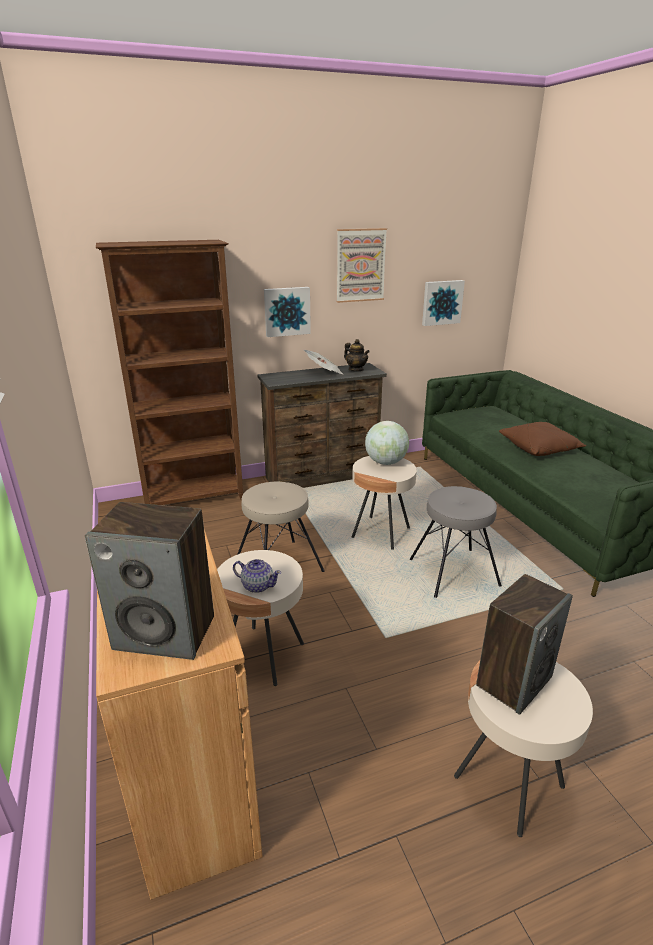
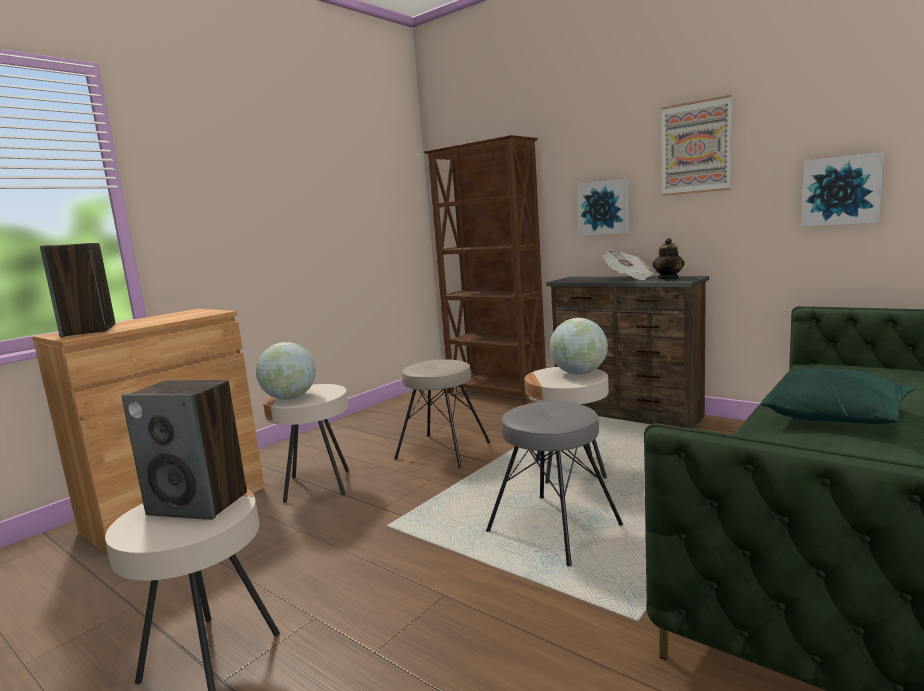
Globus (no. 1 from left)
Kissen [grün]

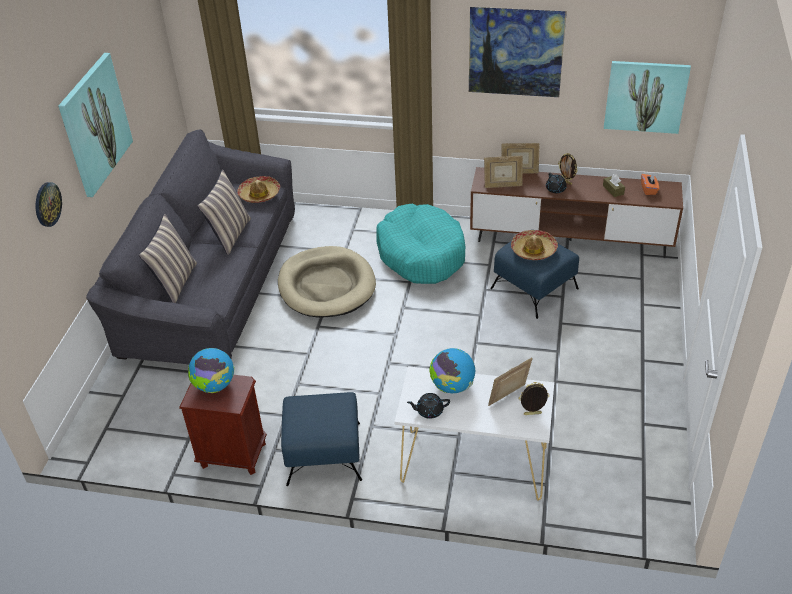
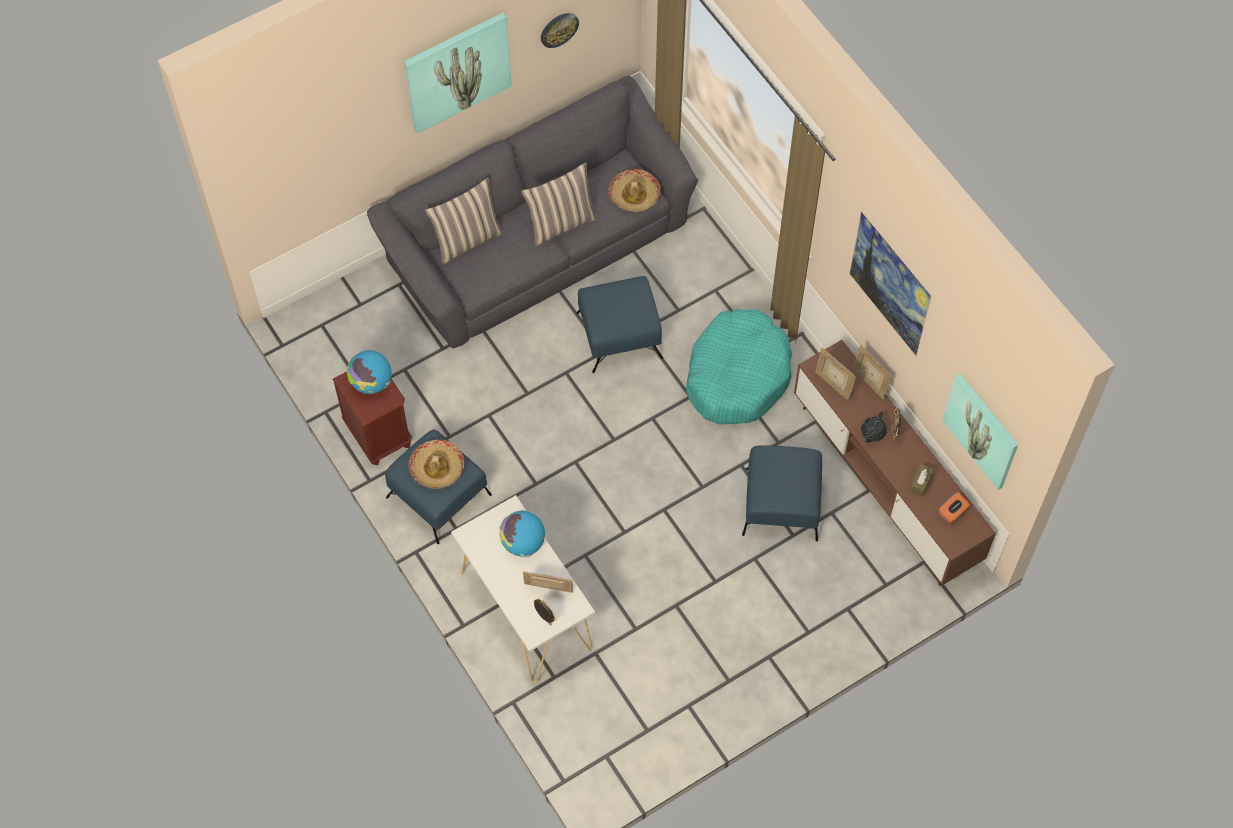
Wanduhr
Polsterhocker [blau] (no. 2 from left)
Teekanne [schwarz] (no. 1 from left in the first image)
Hut (no. 1 from left)

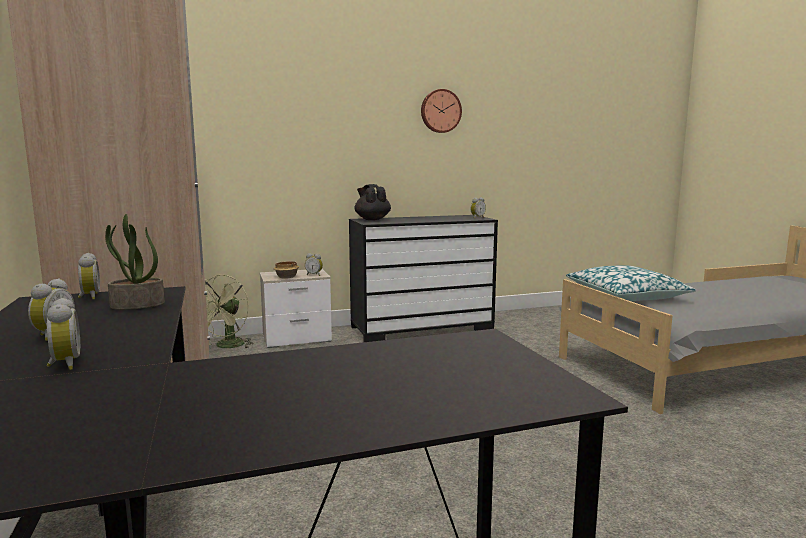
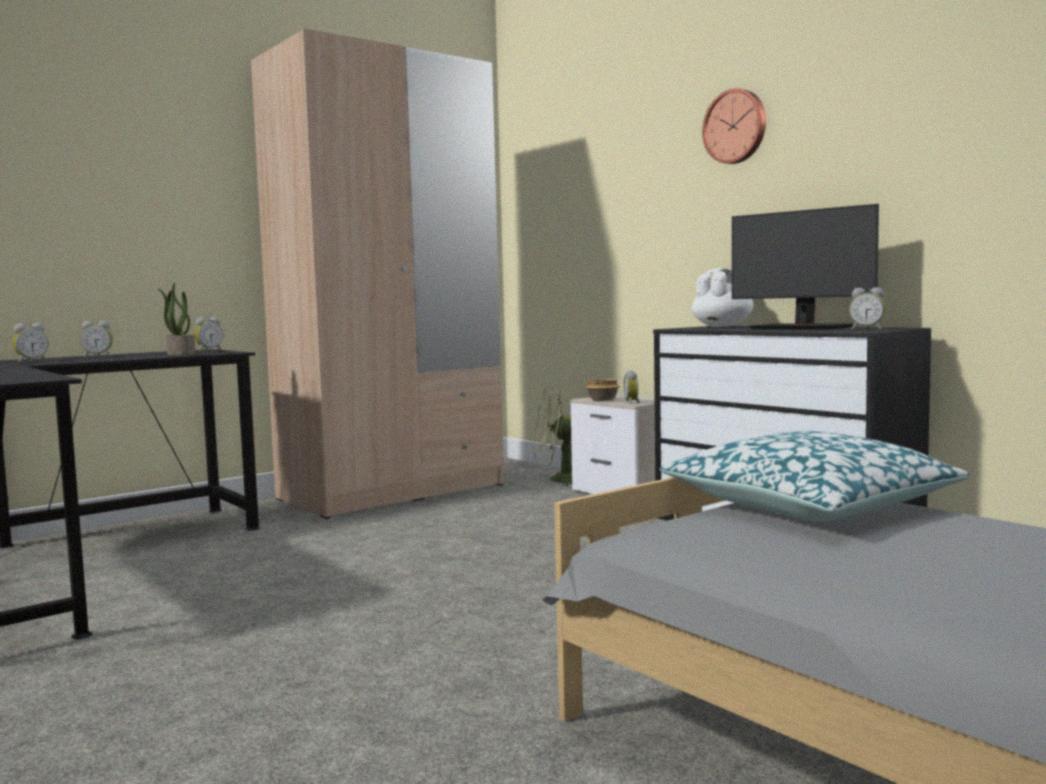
Teekanne [weiß]
Wanduhr
Monitor

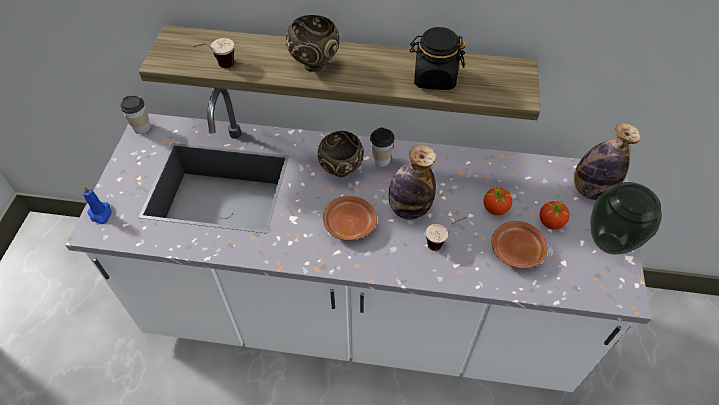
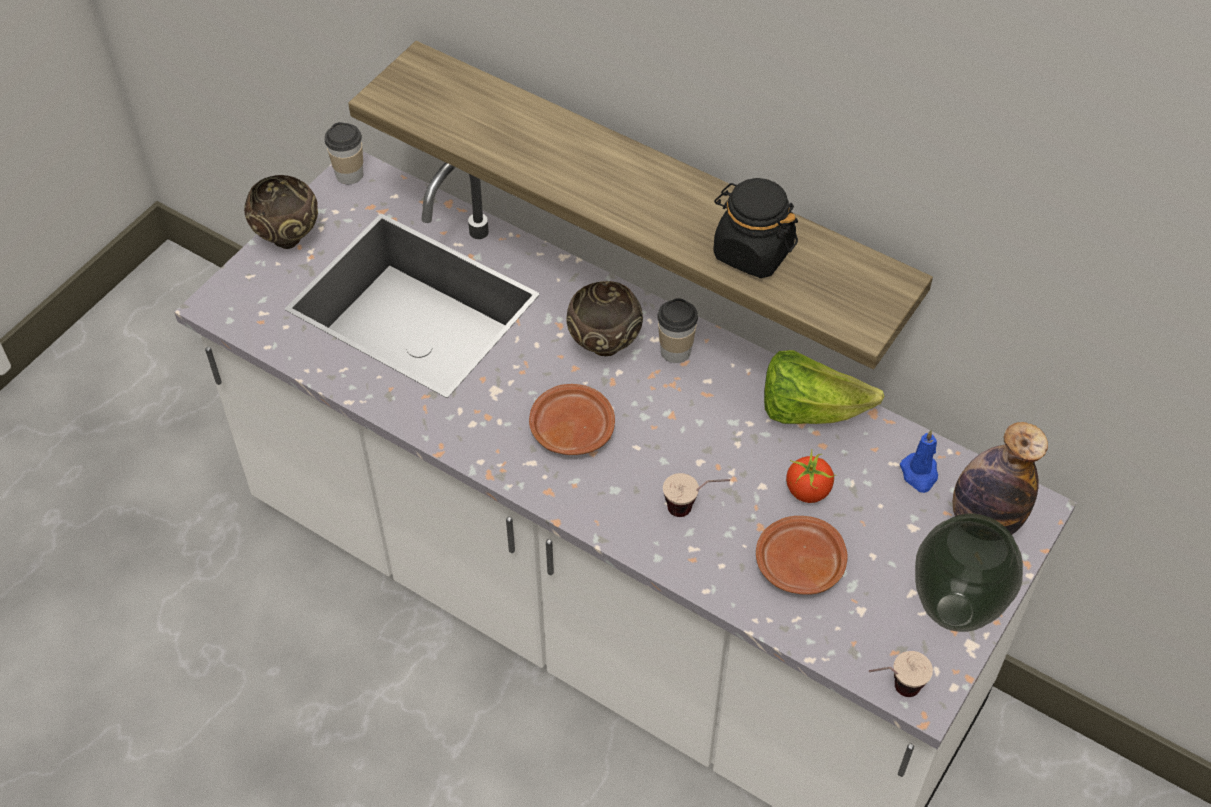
Kerze [blau]
Tasse (no. 4 from left)
Schüssel [braun] (no. 1 from left)
Flasche (no. 1 from left in the first image)
Tomate (no. 2 from left in the first image)
Salatkopf

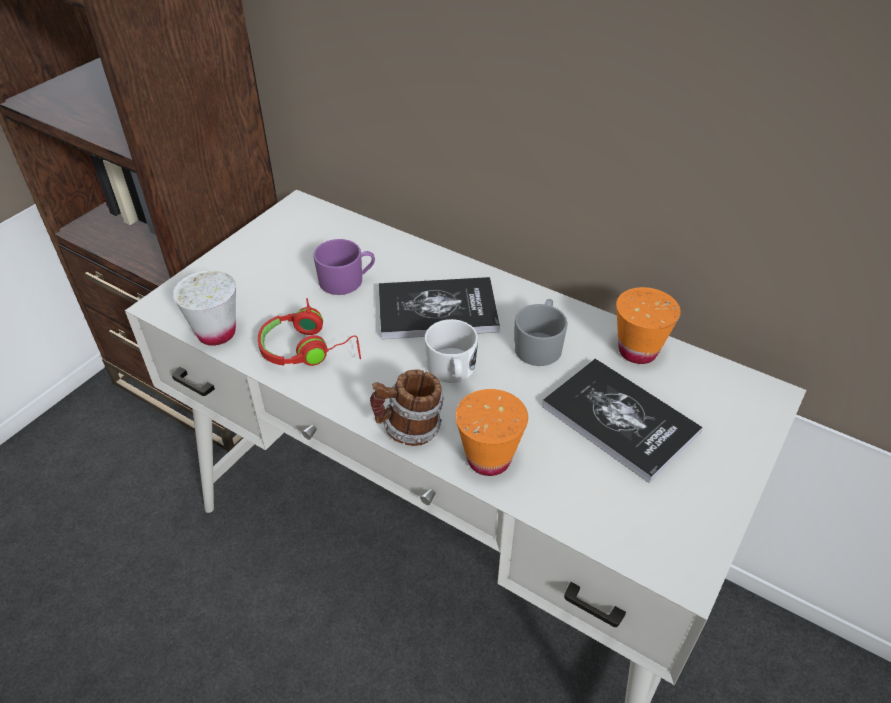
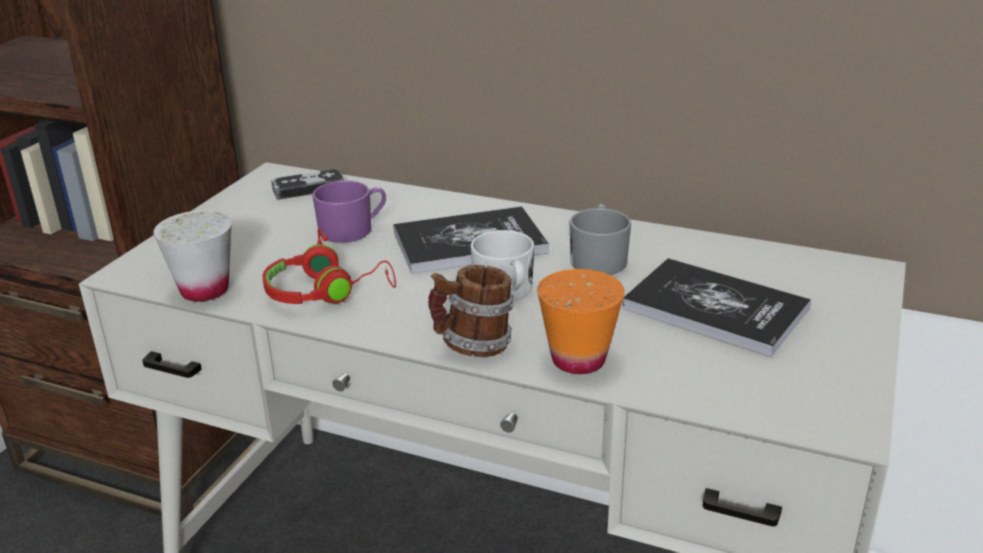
Tasse [orange] (no. 2 from left in the first image)
Gamepad

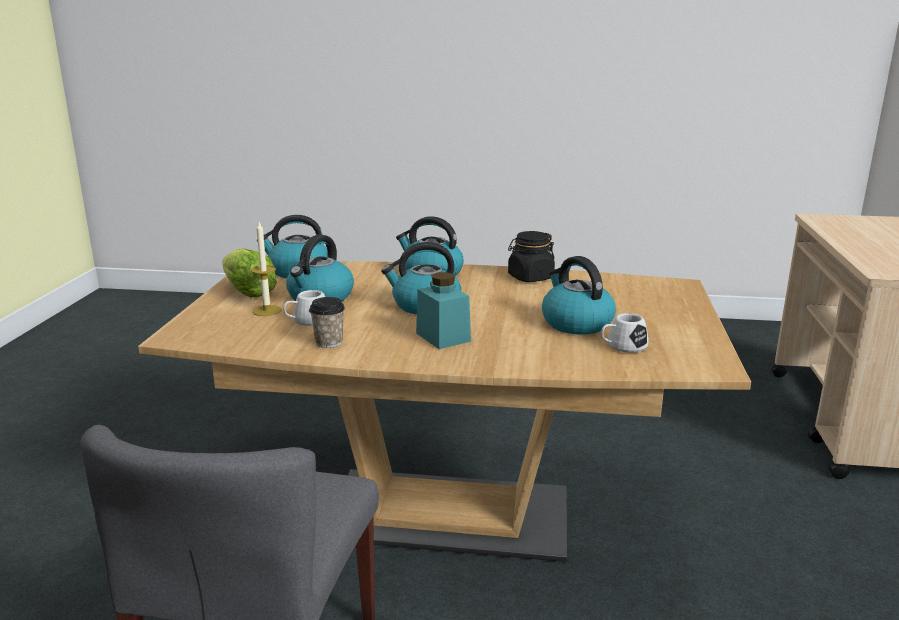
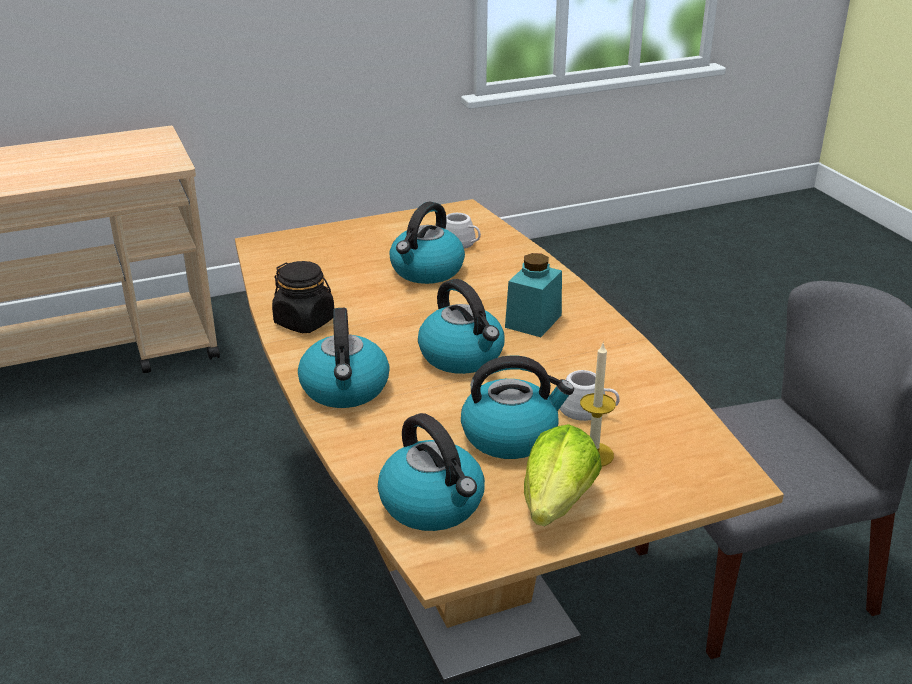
Tasse

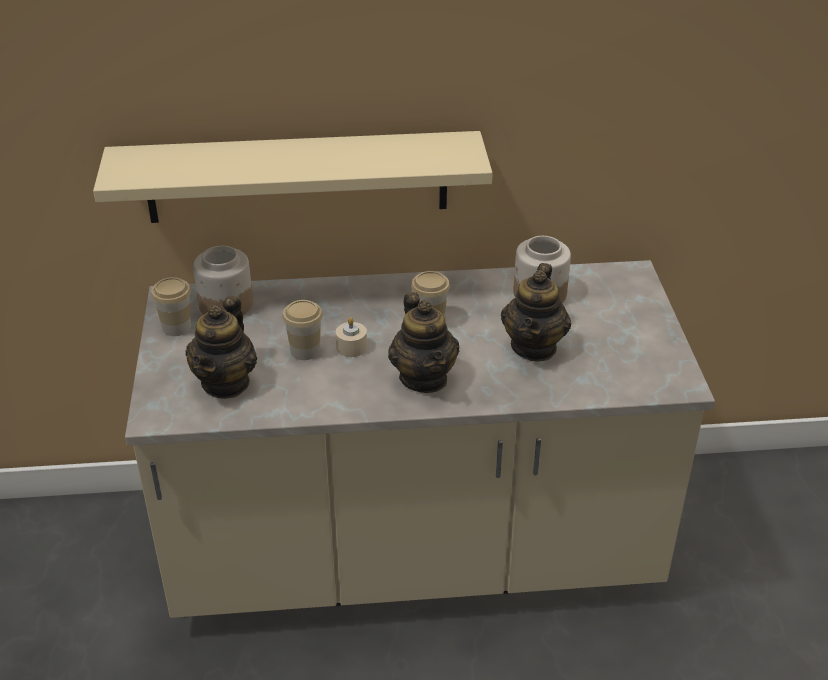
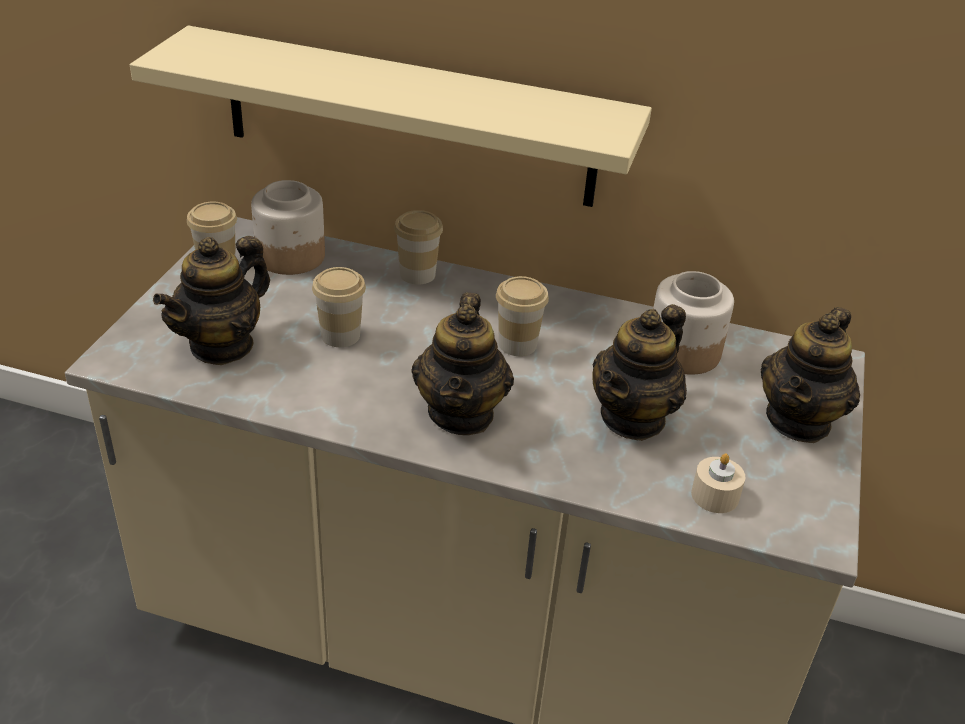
Kerze [beige]
Tasse (no. 3 from left)
Teekanne (no. 4 from left)

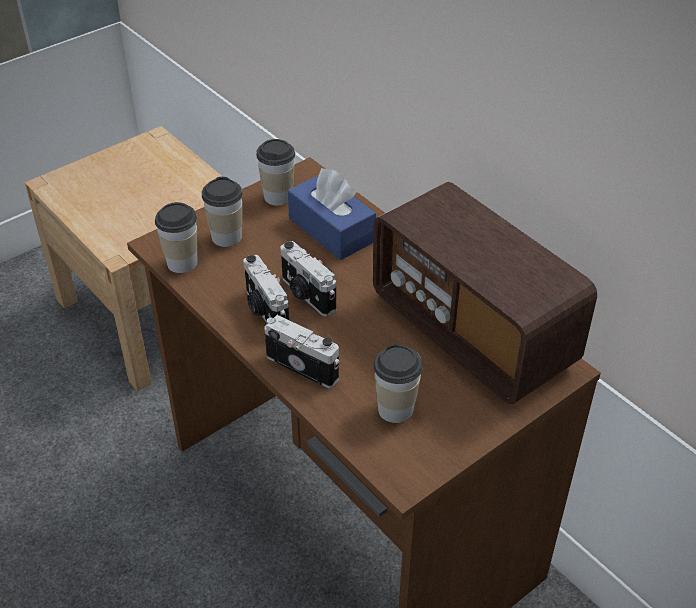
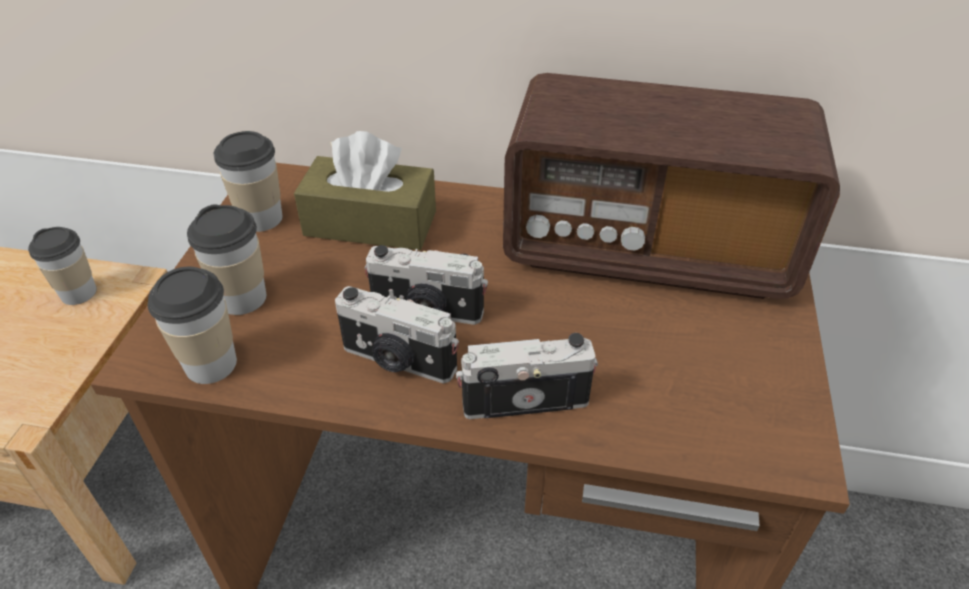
Taschentuchbox [braun]
Tasse (no. 1 from left)

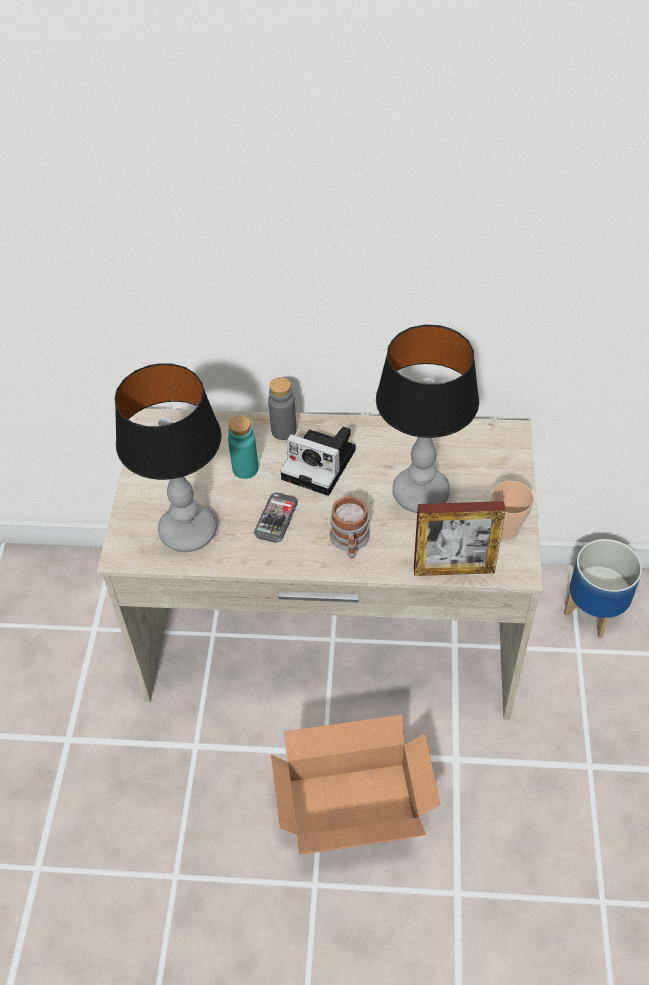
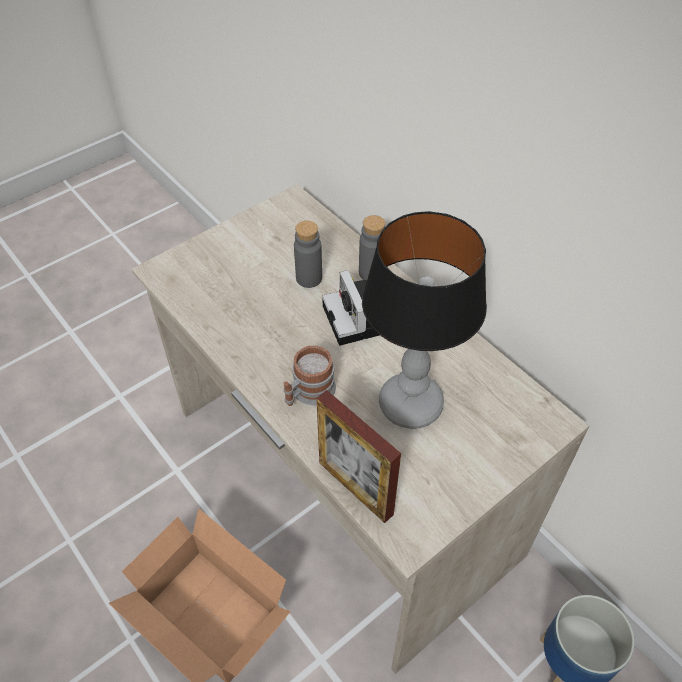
Tischlampe (no. 1 from left in the first image)
Flasche [grau] (no. 1 from left)
Handy
Tasse

